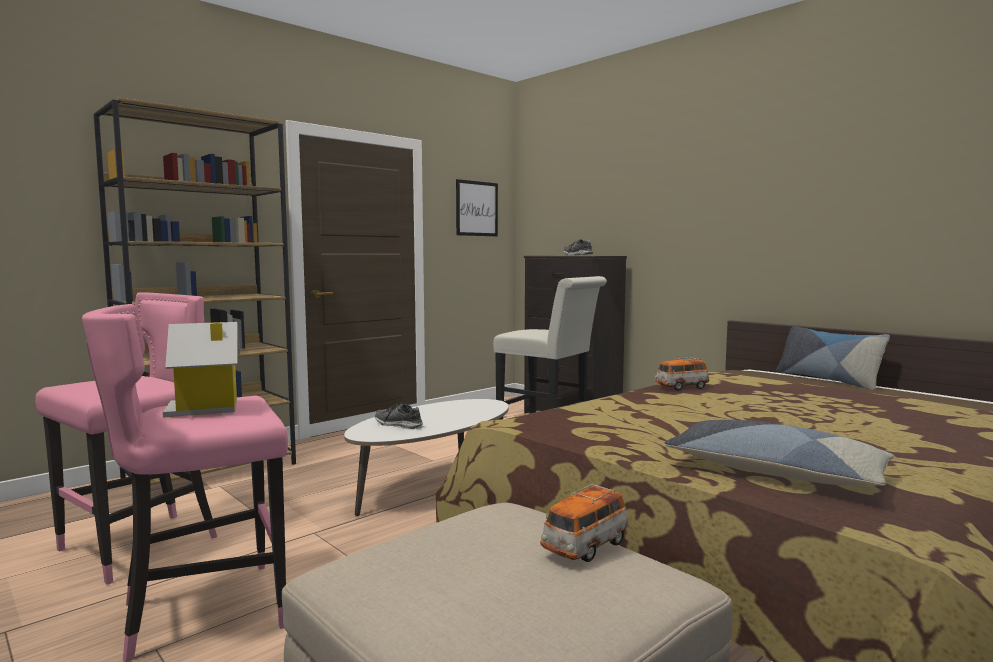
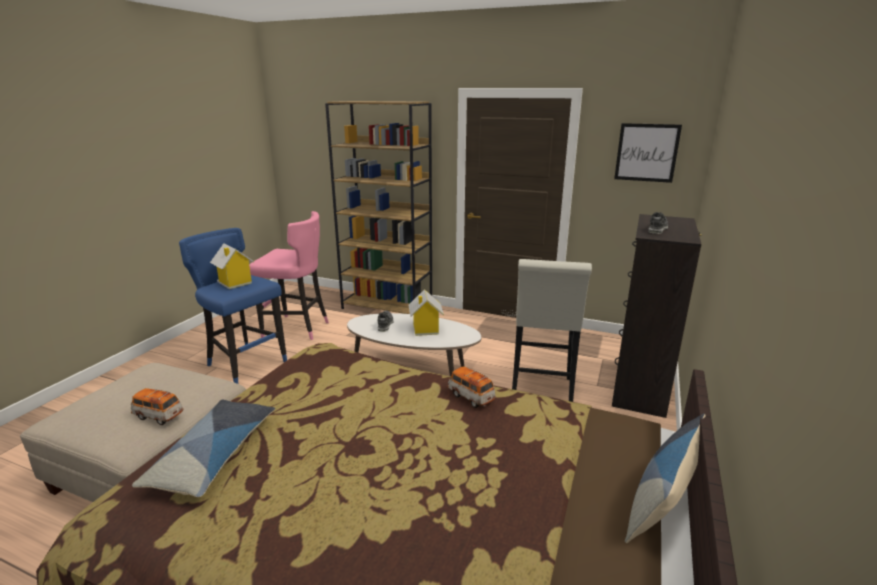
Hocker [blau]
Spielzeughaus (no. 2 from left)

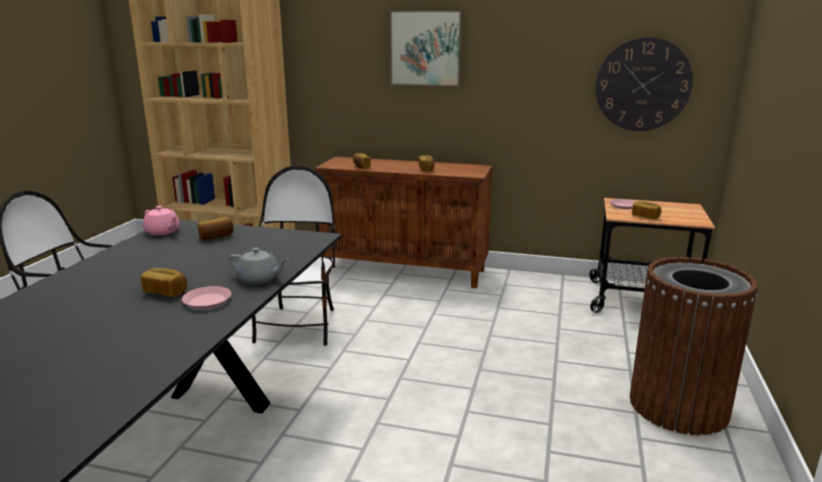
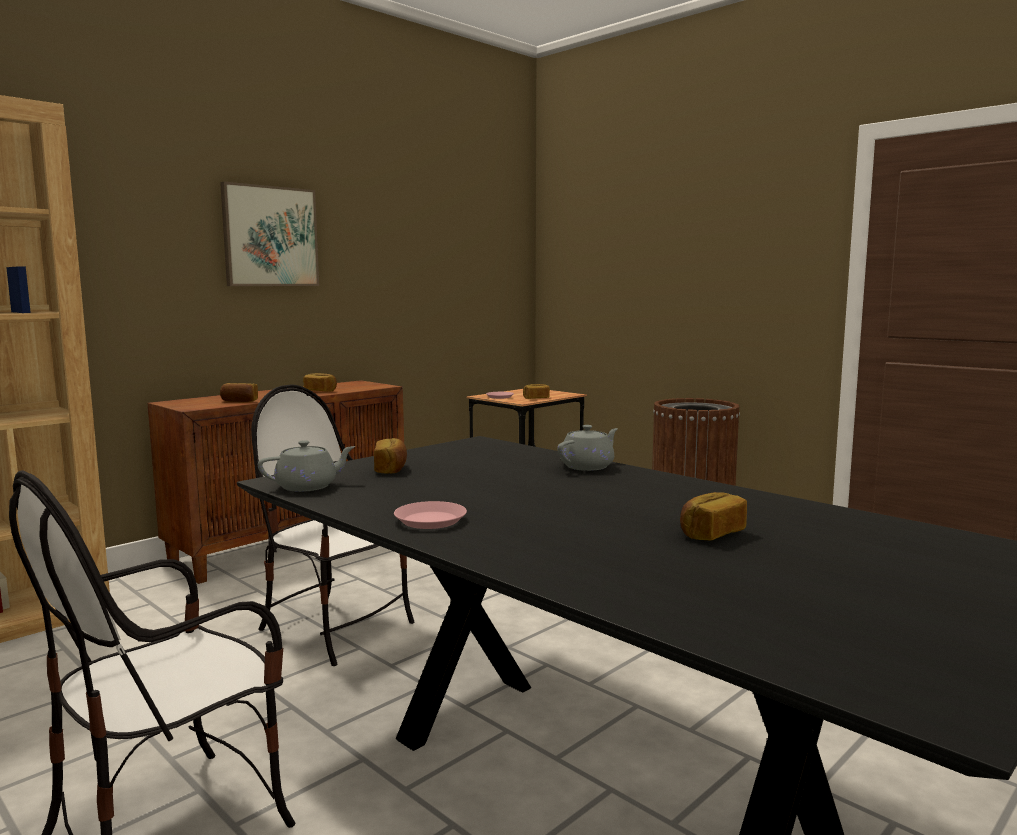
Brot (no. 5 from left)
Teekanne [grau] (no. 1 from left)
Teller [rosa] (no. 1 from left)
Wanduhr

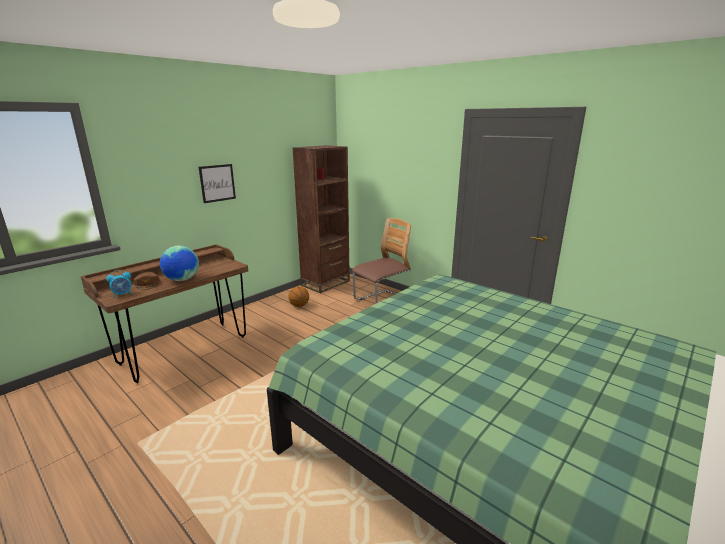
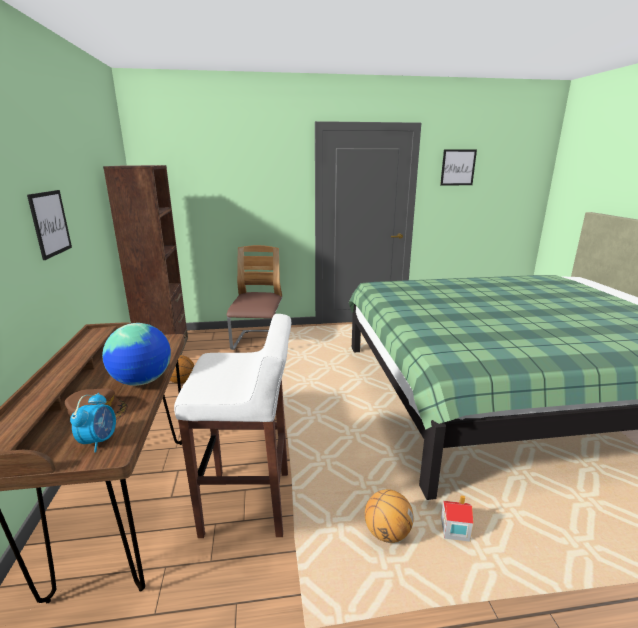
Hocker [weiß]
Basketball (no. 2 from left)
Bild (no. 2 from left)
Spielzeughaus

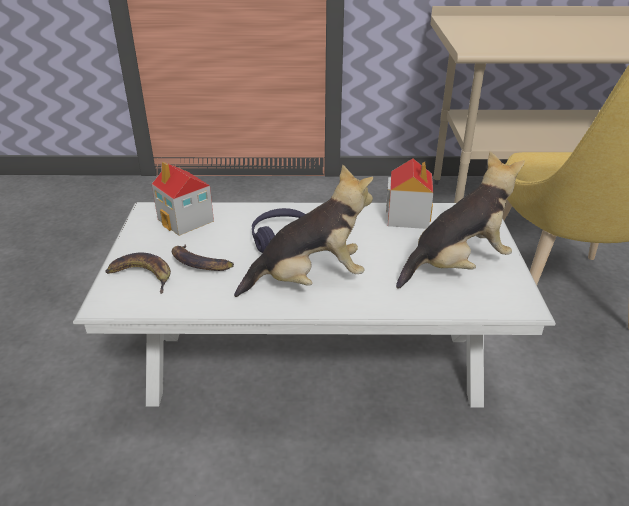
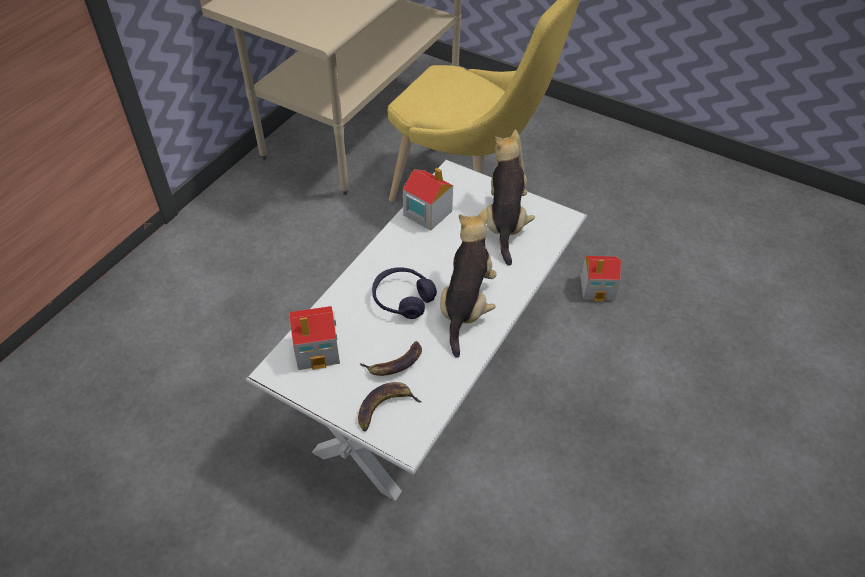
Spielzeughaus (no. 3 from left)

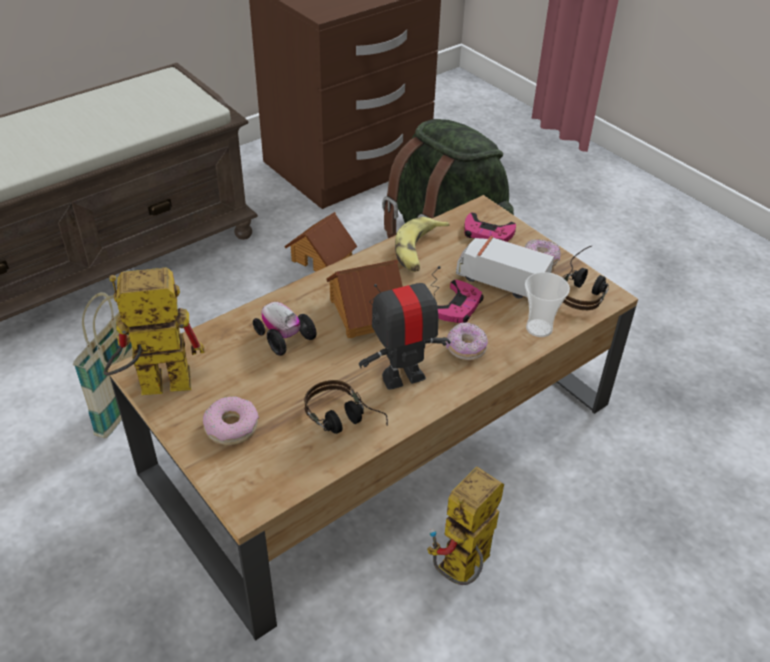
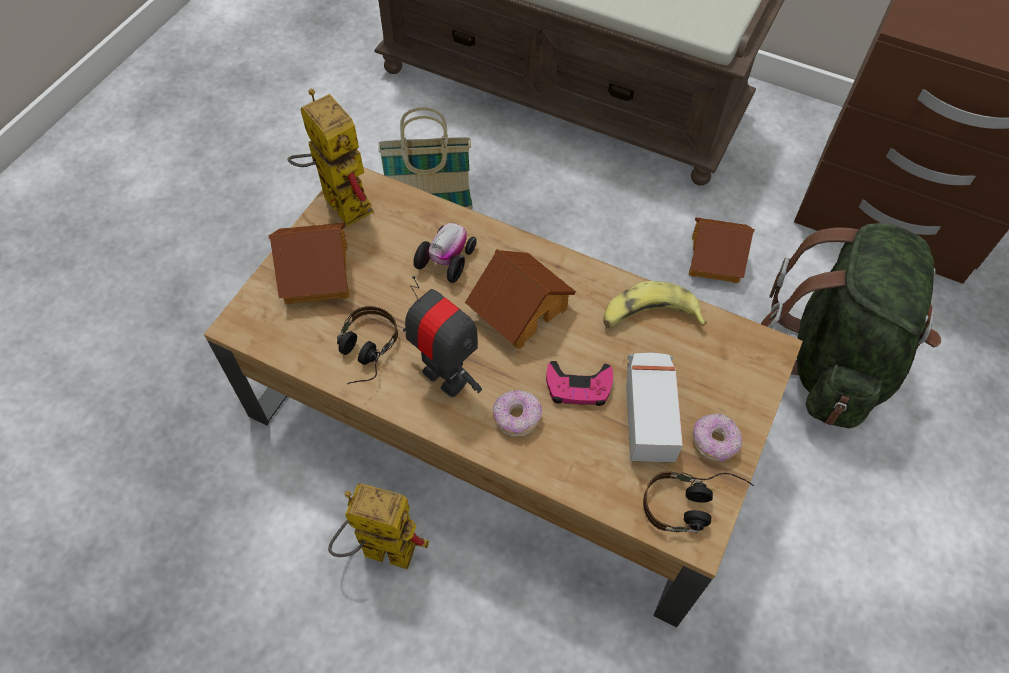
Spielzeughaus (no. 1 from left)
Gamepad [rosa] (no. 2 from left in the first image)
Tasse

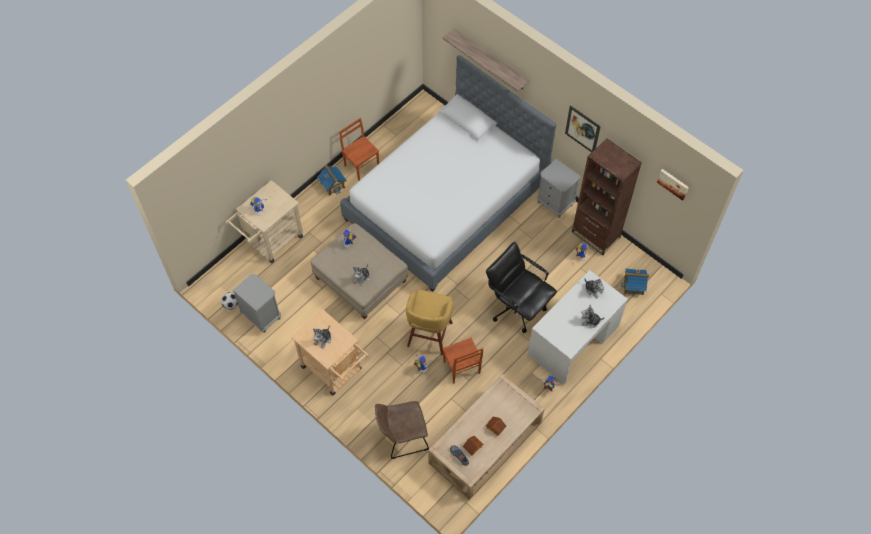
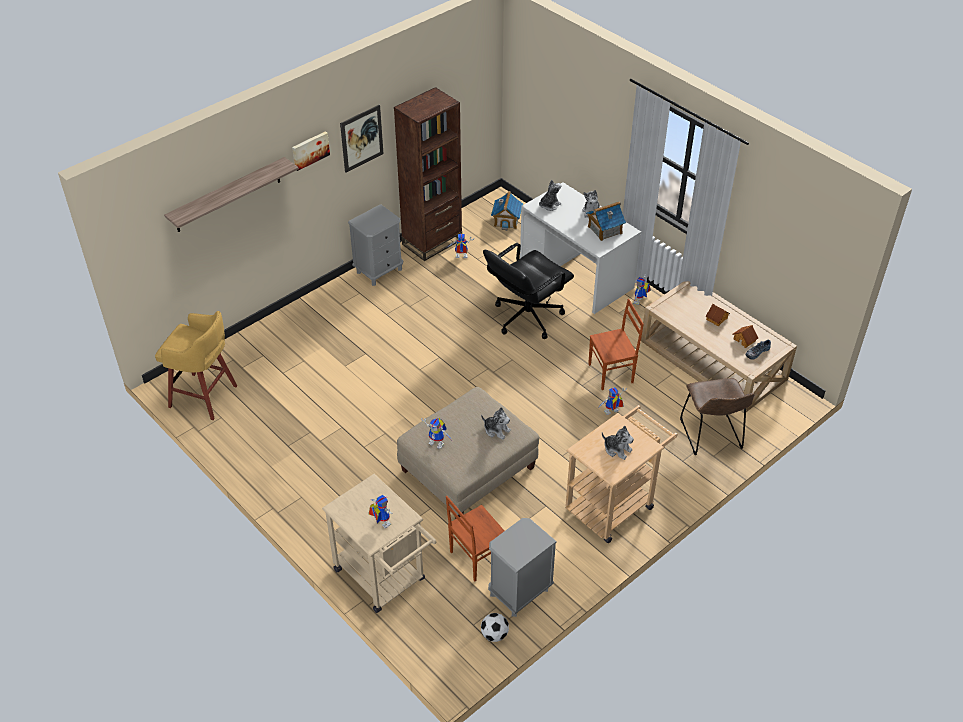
Spielzeughaus (no. 2 from left)
Stuhl [braun] (no. 1 from left)
Bett
Hocker [gelb]
Bild (no. 1 from left)

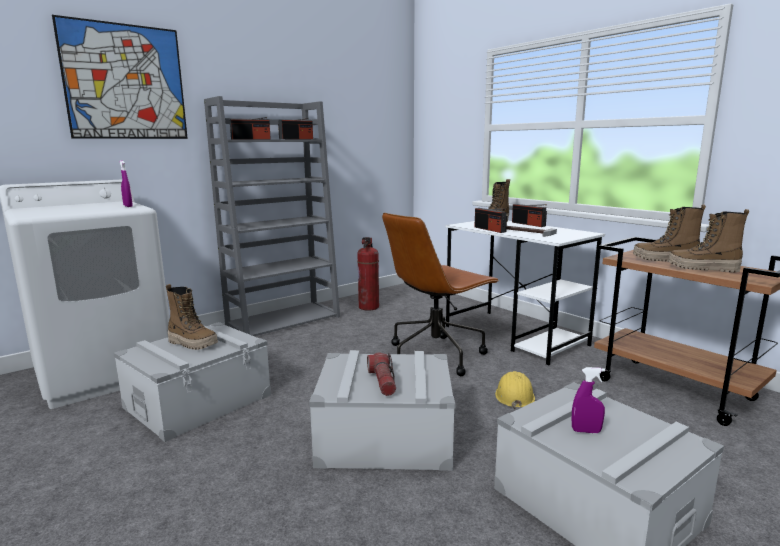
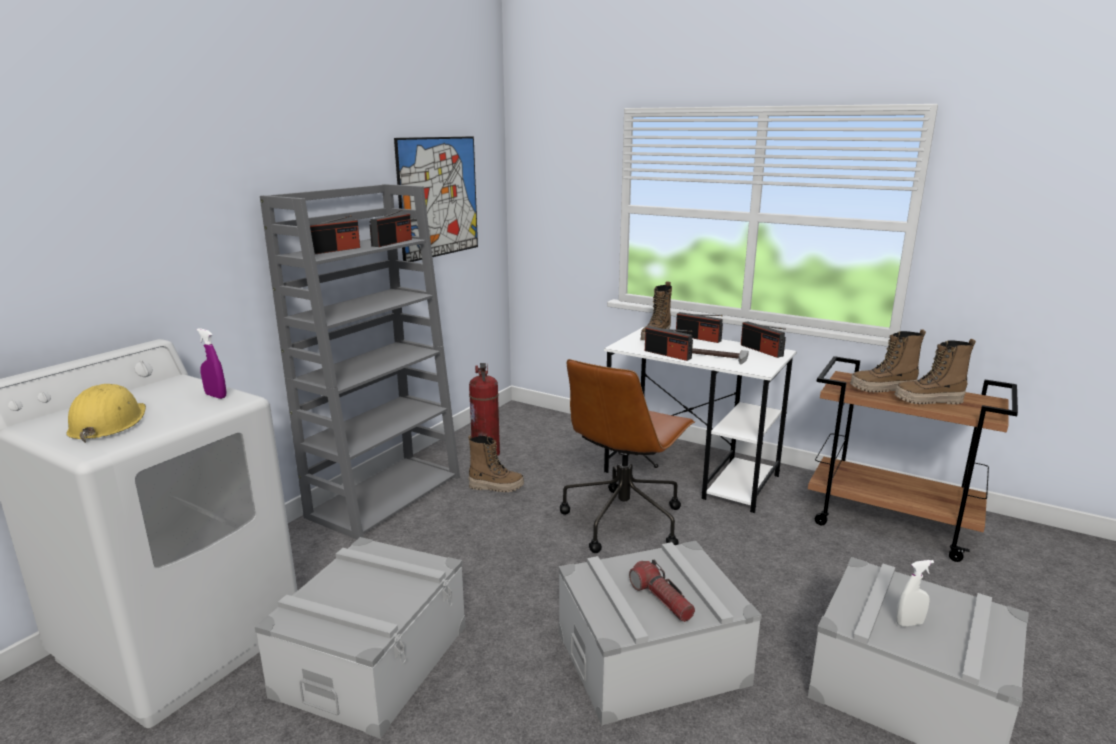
Bild
Stiefel (no. 1 from left)
Schutzhelm [gelb]
Sprühflasche [weiß]
Radio (no. 5 from left)

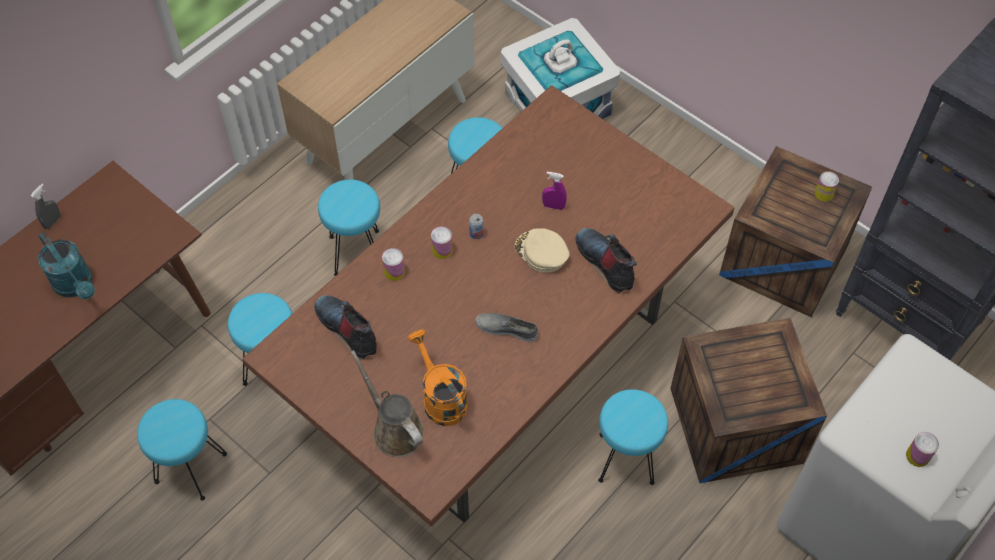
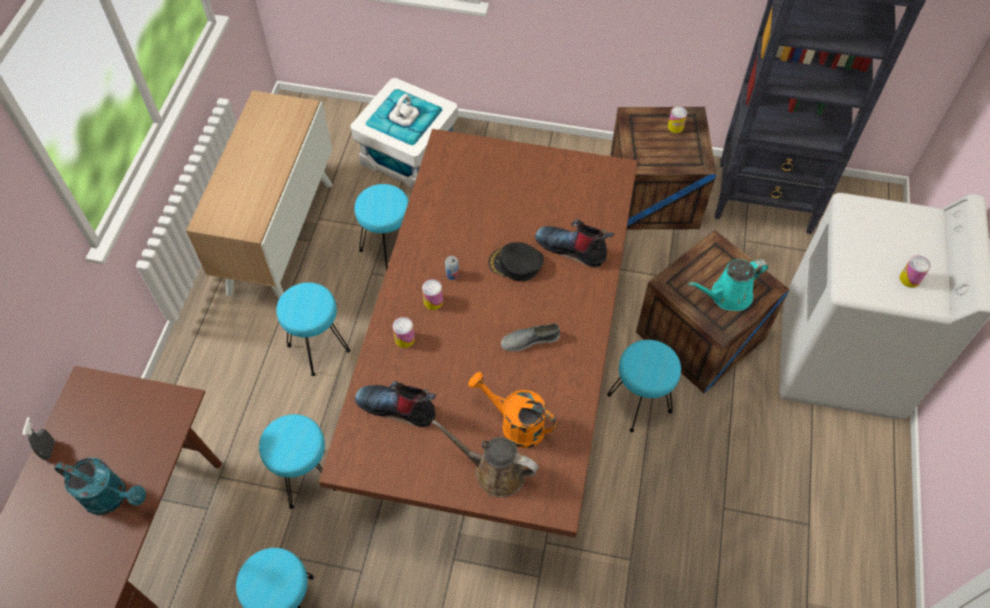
Kappe [schwarz]
Sprühflasche [lila]
Gießkanne [türkis] (no. 2 from left)

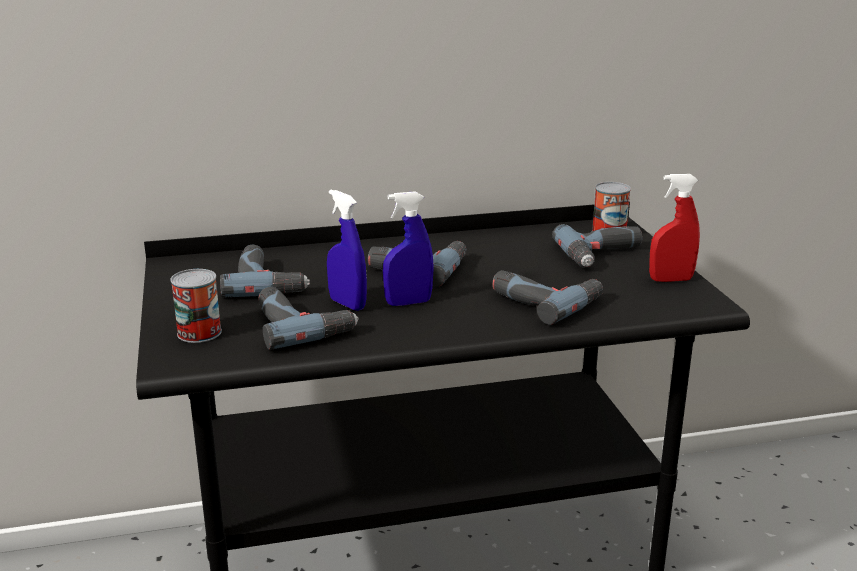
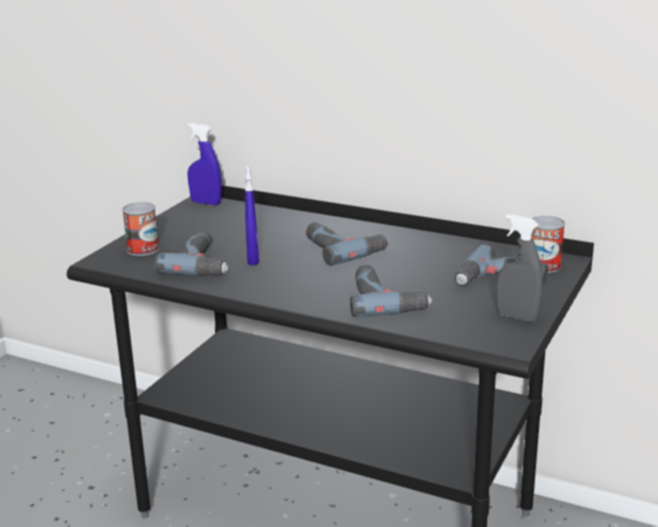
Bohrmaschine (no. 1 from left in the first image)
Sprühflasche [blau] (no. 1 from left)
Sprühflasche [grau]

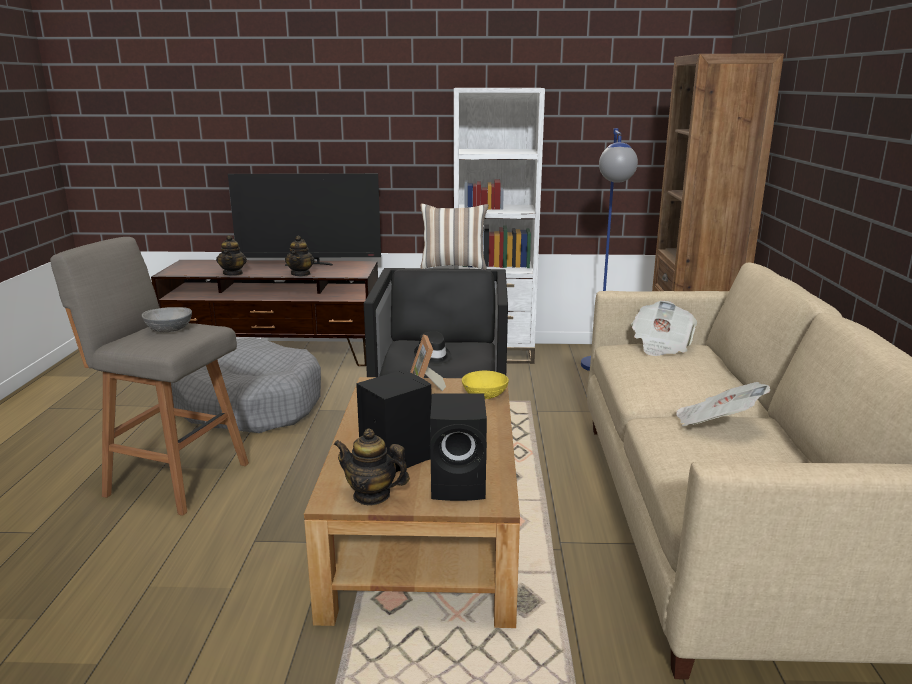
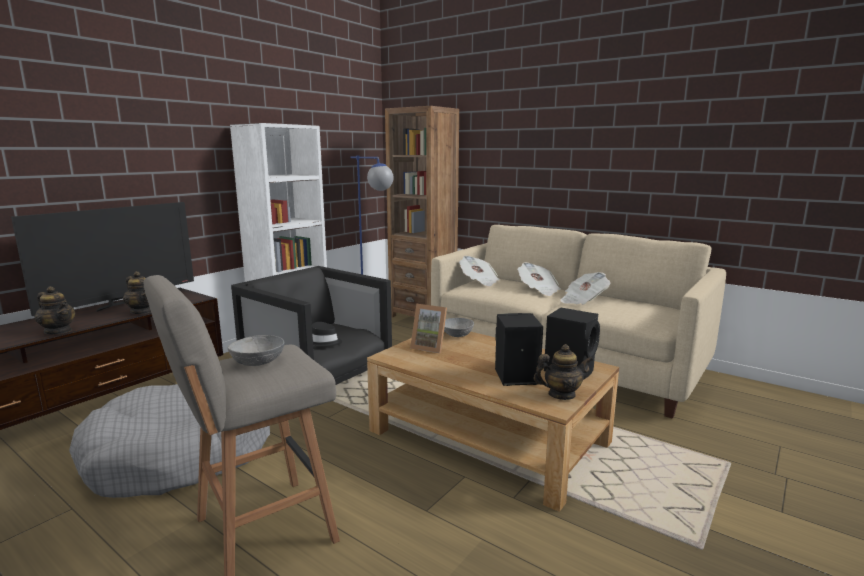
Teekanne (no. 3 from left)
Kissen
Schüssel [grau] (no. 2 from left)
Zeitung (no. 2 from left)

